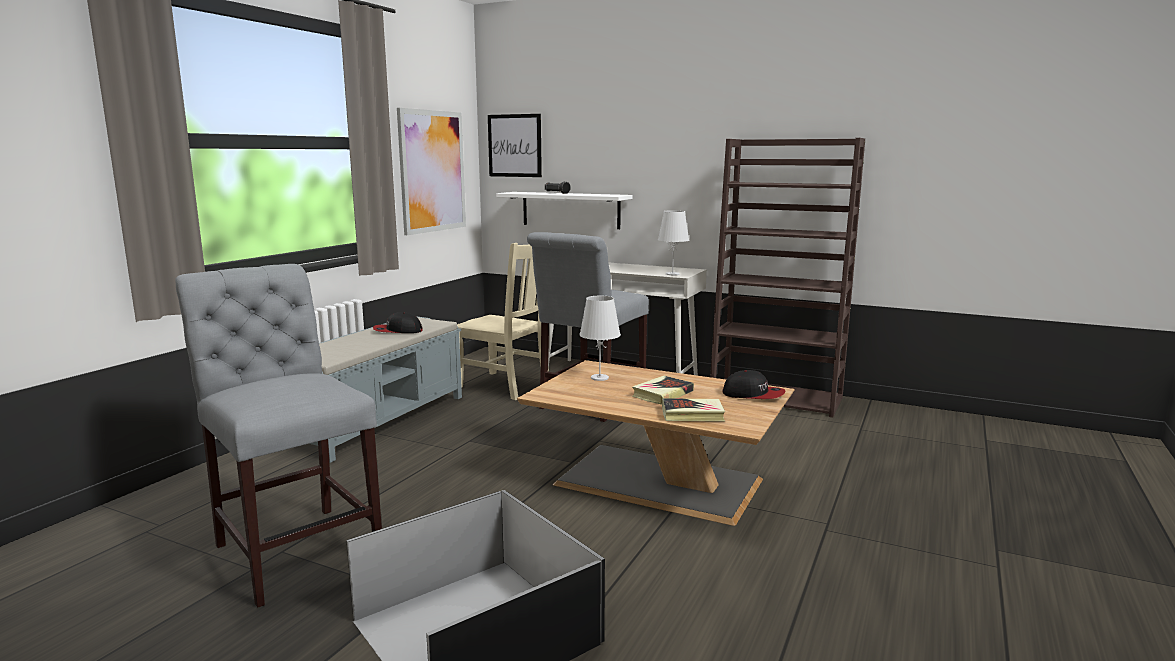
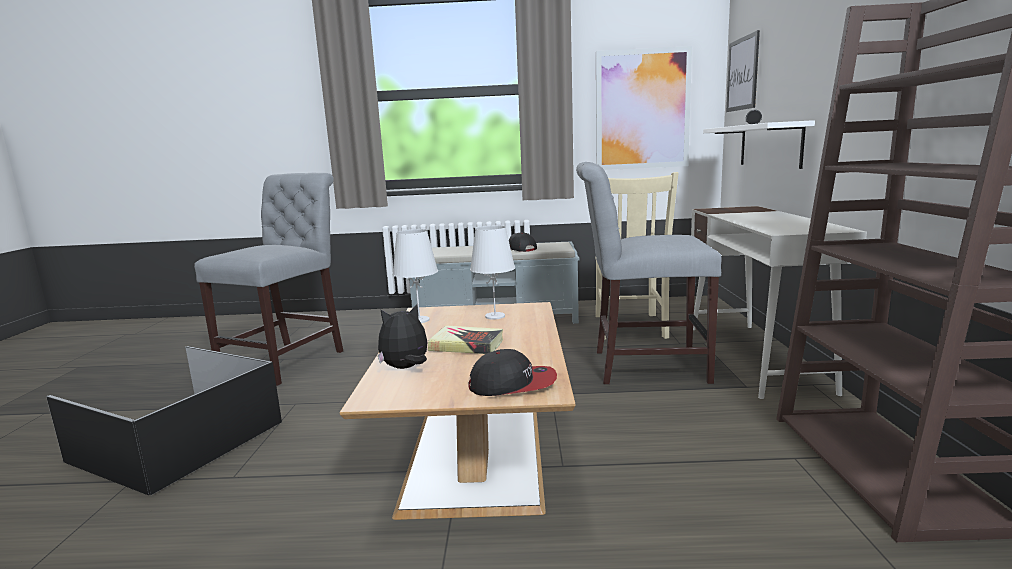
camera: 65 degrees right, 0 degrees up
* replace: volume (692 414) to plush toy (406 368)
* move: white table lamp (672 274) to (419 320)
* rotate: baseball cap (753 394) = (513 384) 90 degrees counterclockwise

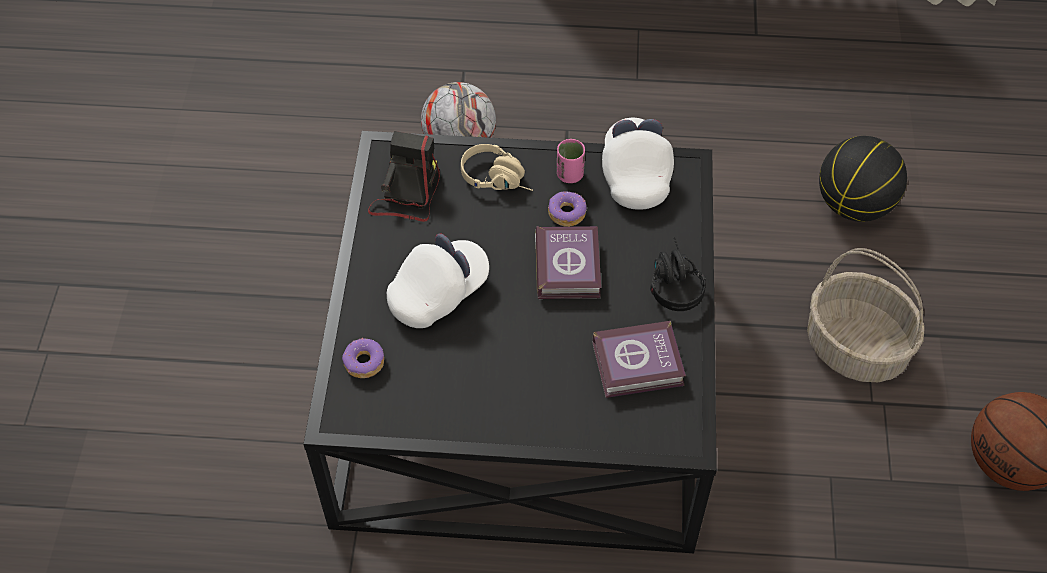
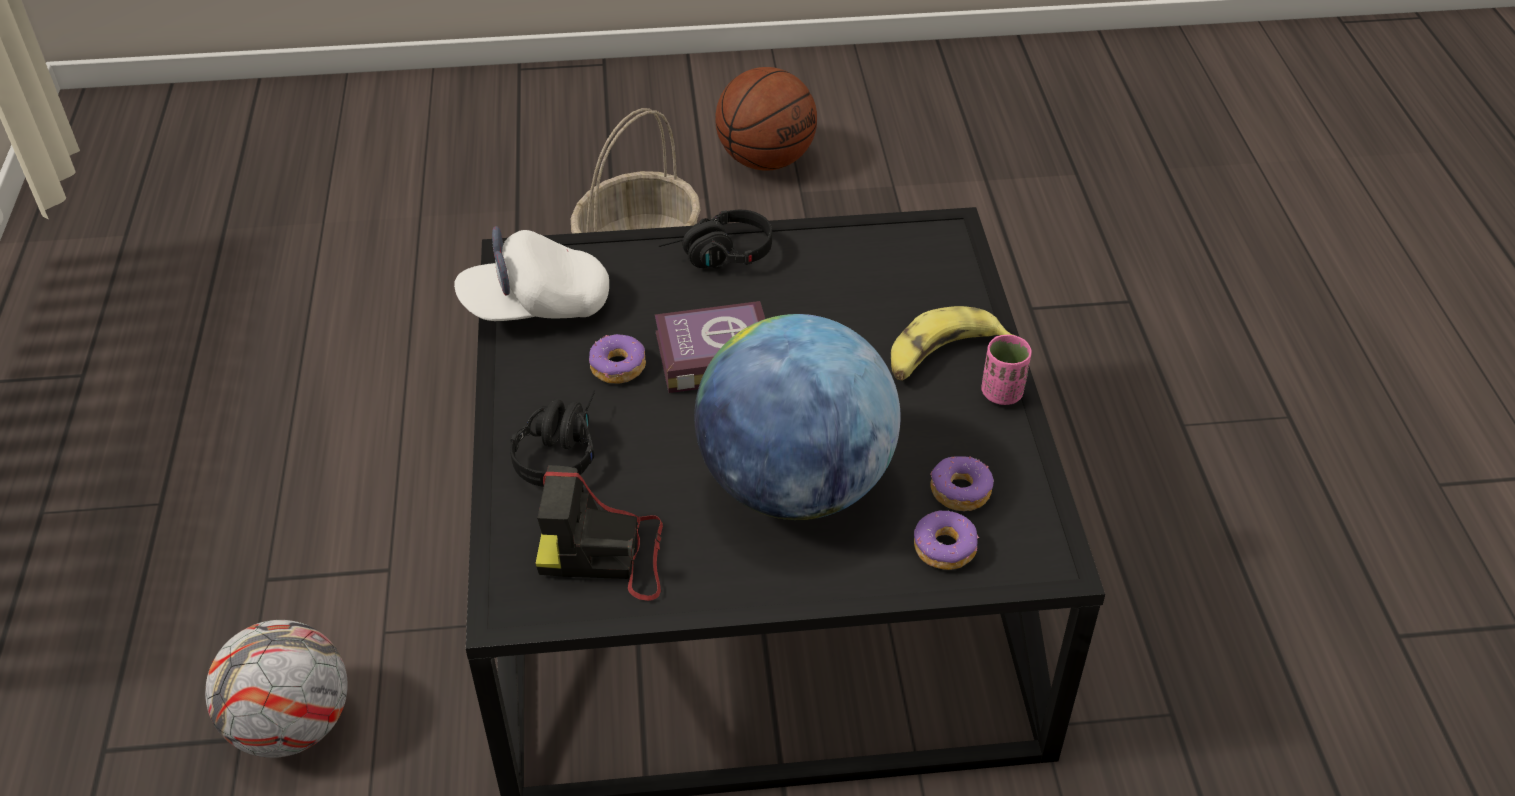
camera: 100 degrees left, 10 degrees down
* recolor: beige headphones (499 179) to black-coloured headphones (560 447)
* replace: white baseball cap (439 293) to world globe (795 485)
* insert: banana (943 356)
* insert: doughnut (959 491)
* move: pinkish drinking cup (570 175) to (1002 393)
* delete: volume (640 365)
* delete: basketball (853 205)

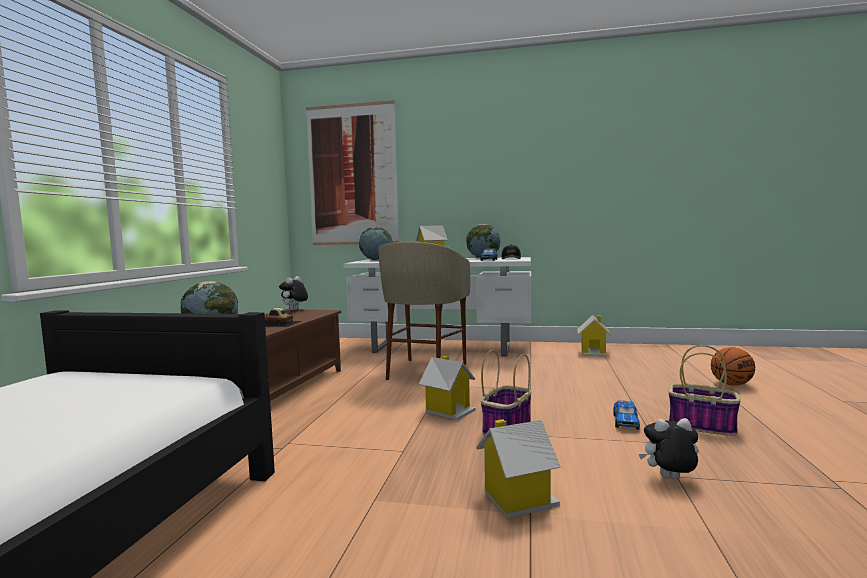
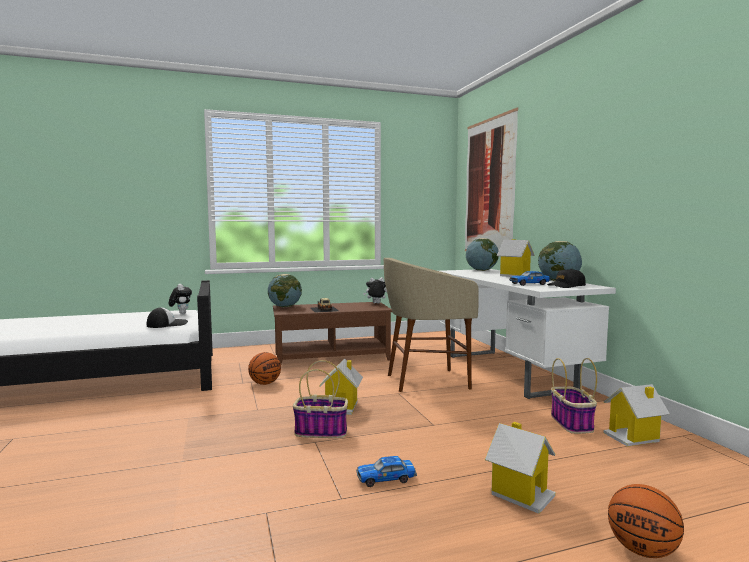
camera: 60 degrees right, 0 degrees up
* insert: baseball cap (167 324)
* move: plush toy (669 479) to (181 313)
* insert: basketball (265 383)
* move: toy house (517 499) to (520 493)
* move: basket (702 426) to (572 423)

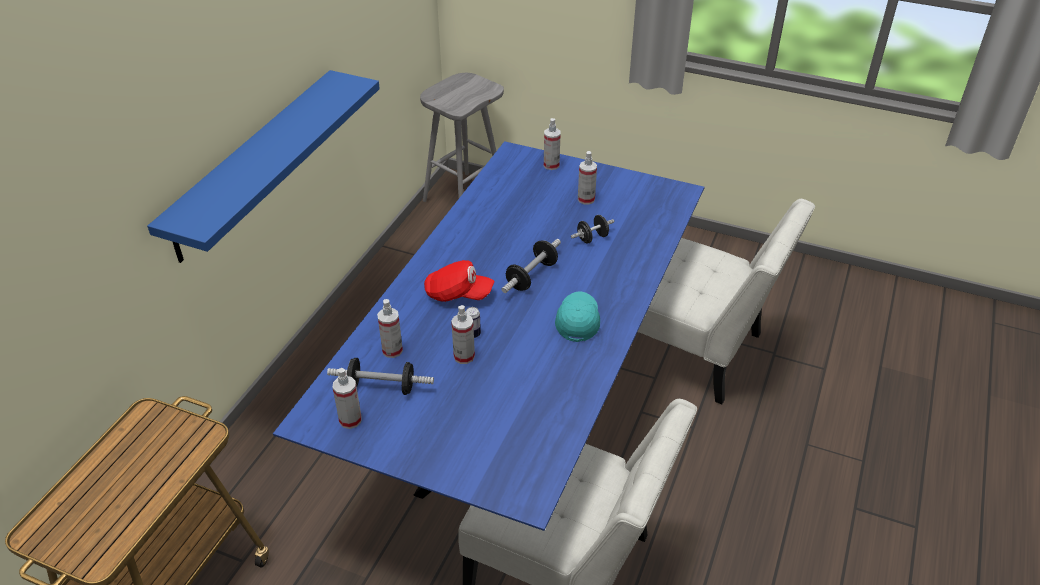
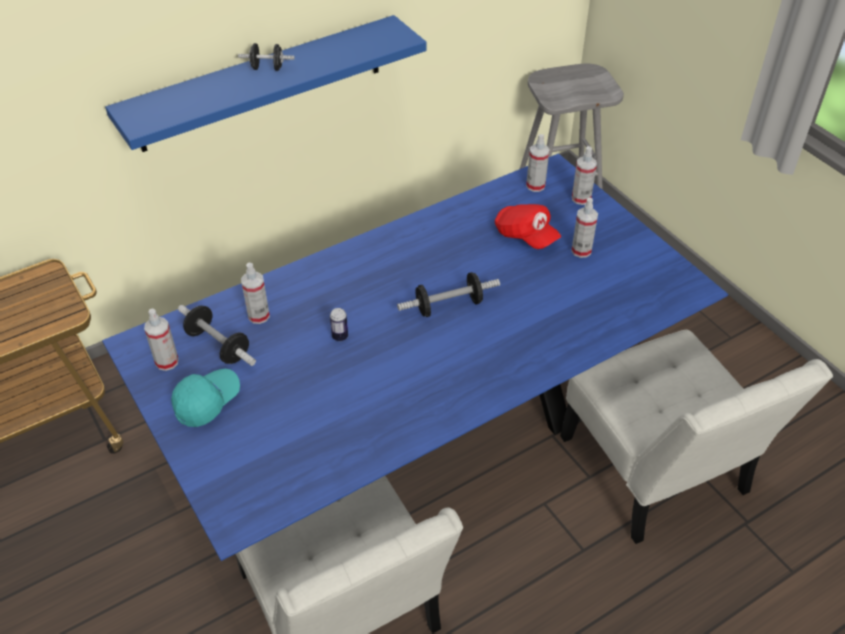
camera: 35 degrees right, 5 degrees up
* move: turquoise-coloured baseball cap (577 321) to (207 402)
* move: black-coloured hand weight (592 238) to (267 68)
* move: red baseball cap (458 294) to (525 236)
* move: spray bottle (464 356) to (535 186)

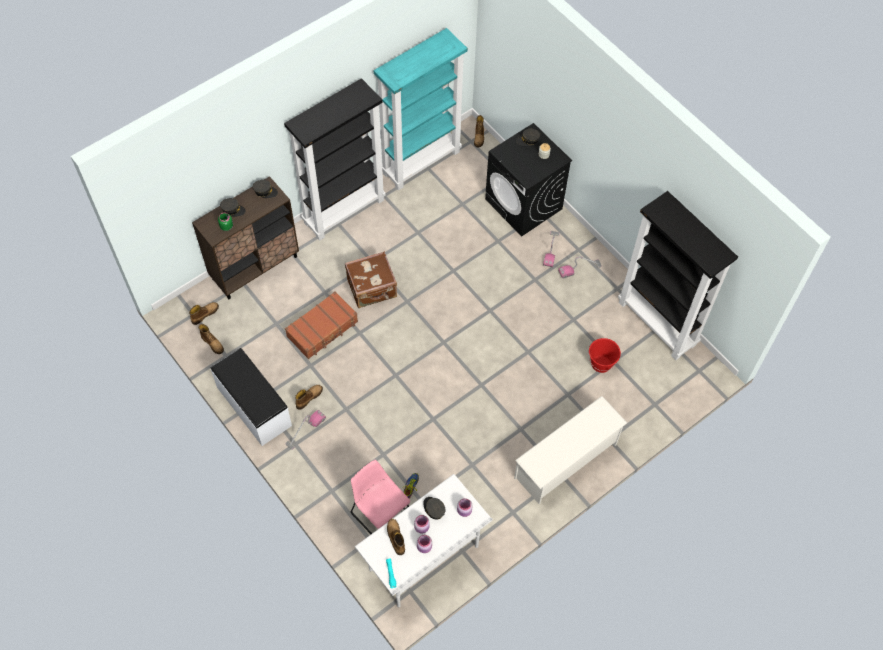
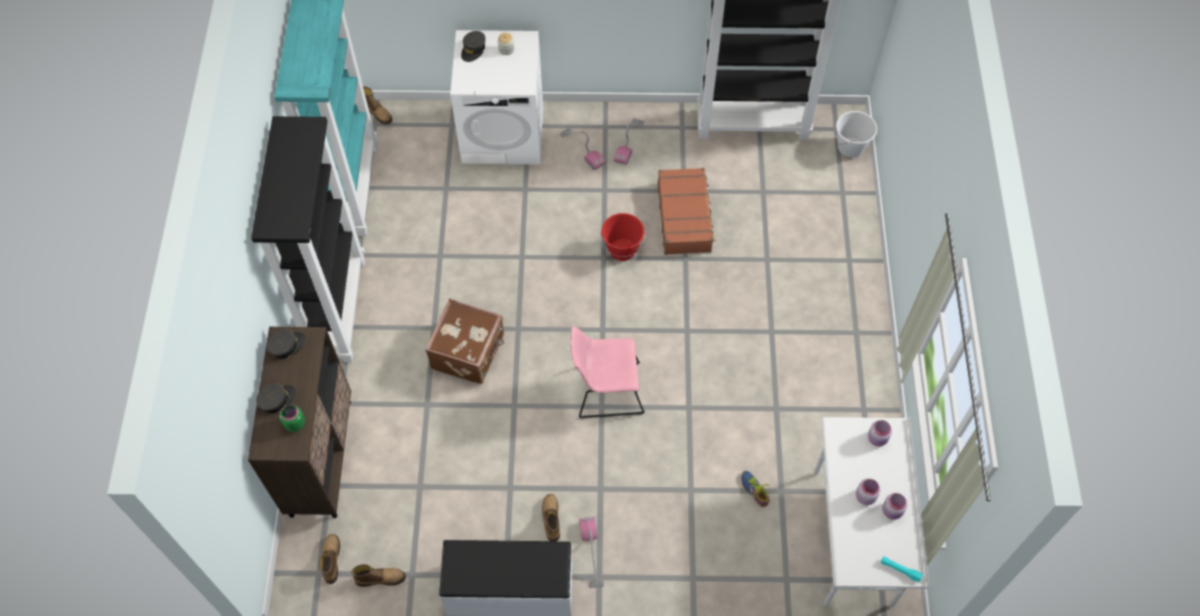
camera: 50 degrees left, 0 degrees up
* recolor: black-coloured washing machine (524 204) to white washing machine (503 134)
* move: pinkish plain chair (380 513) to (605 390)
* move: red pail (601 364) to (622 250)
* move: brown piece of luggage (323 329) to (684 217)
* insert: white pail (850 147)
* delete: boot (395 537)
* delete: gray baseball cap (434 509)
* delete: white shoe rack (566 461)

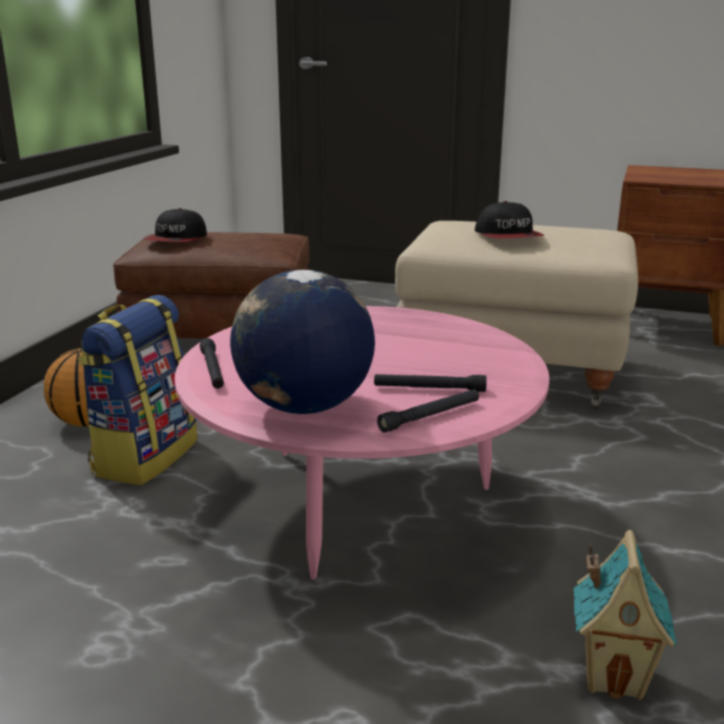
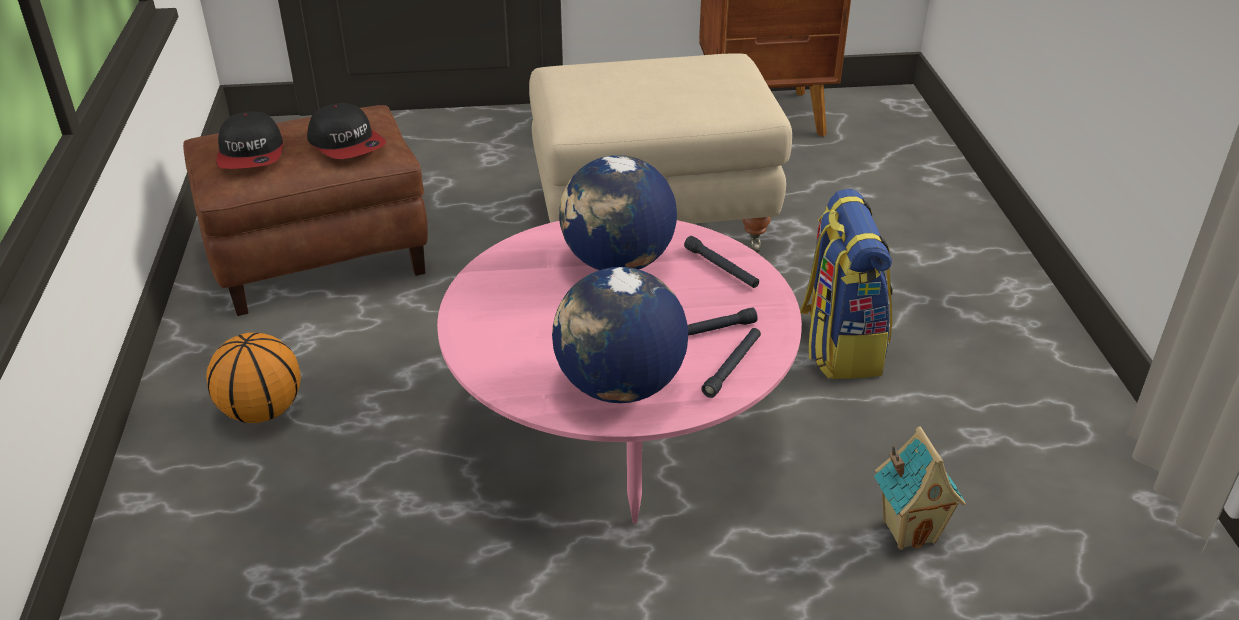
camera: 25 degrees left, 15 degrees up
* move: baseball cap (508 236) to (347 143)
* insert: world globe (617 263)
* move: black-coloured torch (212 370) to (721 268)
* move: rucksack (144 456) to (838 345)

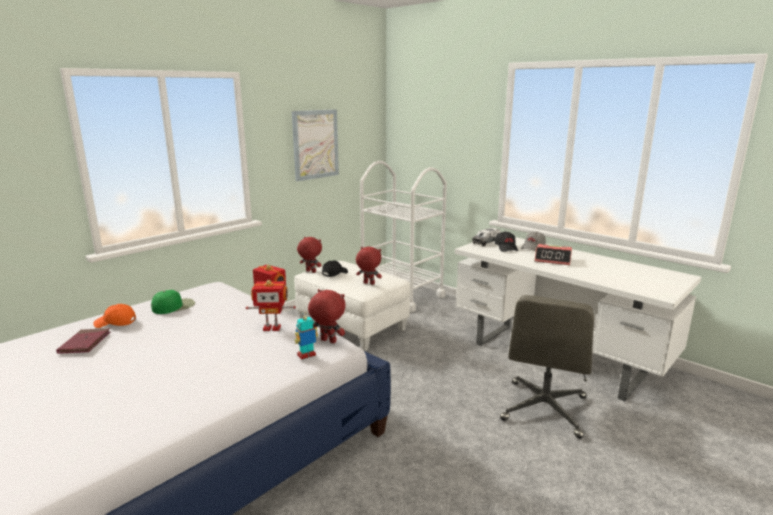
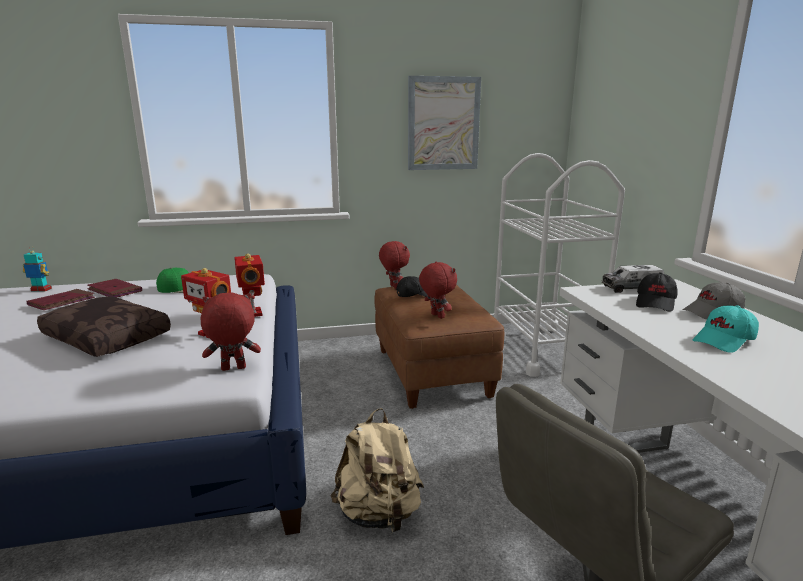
camera: 35 degrees right, 0 degrees up
* move: robot figure (306 355) to (41 290)
* insert: brown cushion (109 337)
* replace: orange-coloured baseball cap (115 323) to red volume (115 291)
* rotate: red plush toy (327 341) = (233 369) 75 degrees counterclockwise
* insert: beige rucksack (378 514)
* recolor: white pouffe (351 327) to brown pouffe (431 372)
* replace: alarm clock (553 259) to turquoise-coloured baseball cap (724 341)

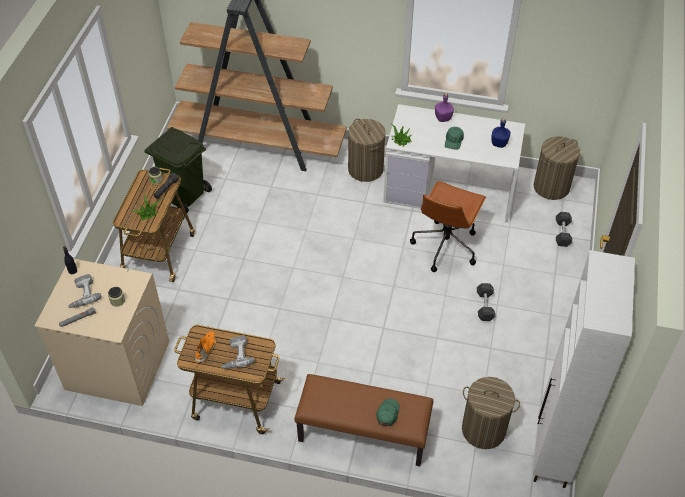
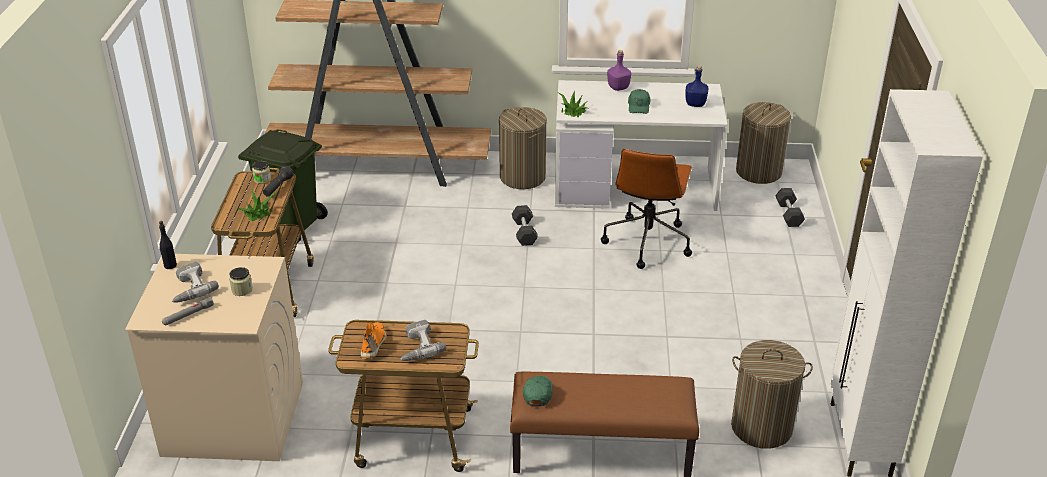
camera: 10 degrees left, 15 degrees down
* move: black-coloured hand weight (485 306) to (524 232)
* move: greenish baseball cap (387 413) to (537 393)

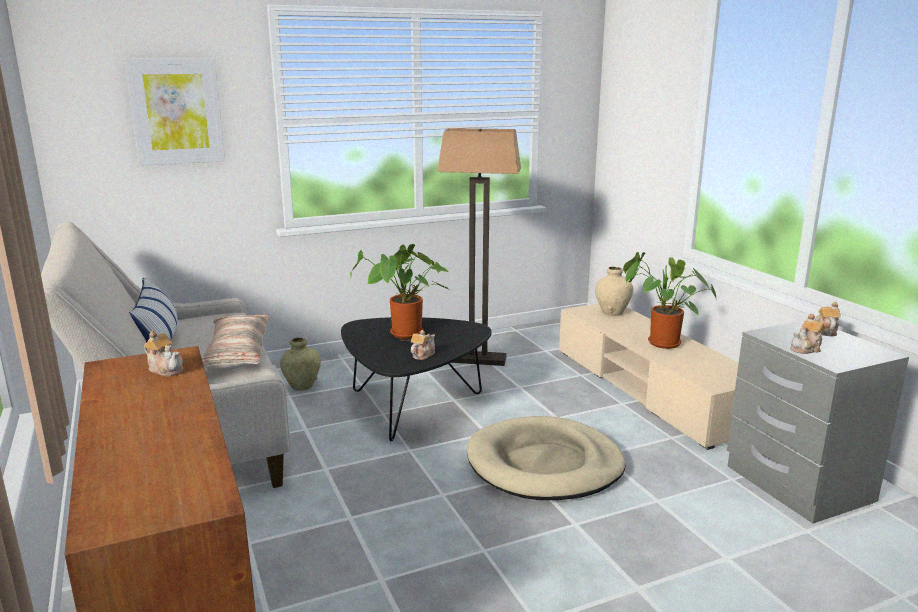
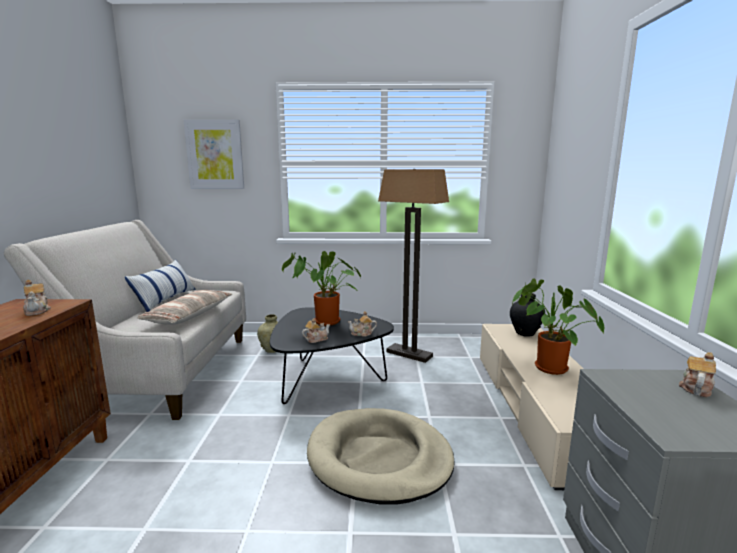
camera: 25 degrees right, 5 degrees down
* move: pot for tea (806 349) to (362 333)
* recolor: beige vase (612 312) to black-coloured vase (525 333)

